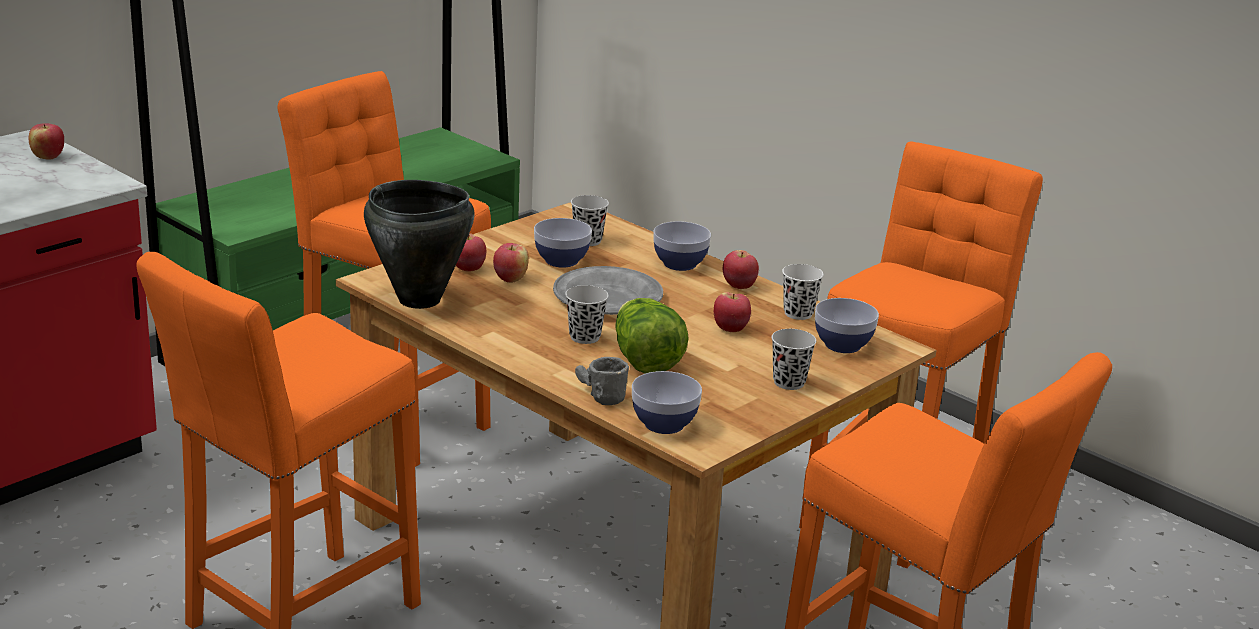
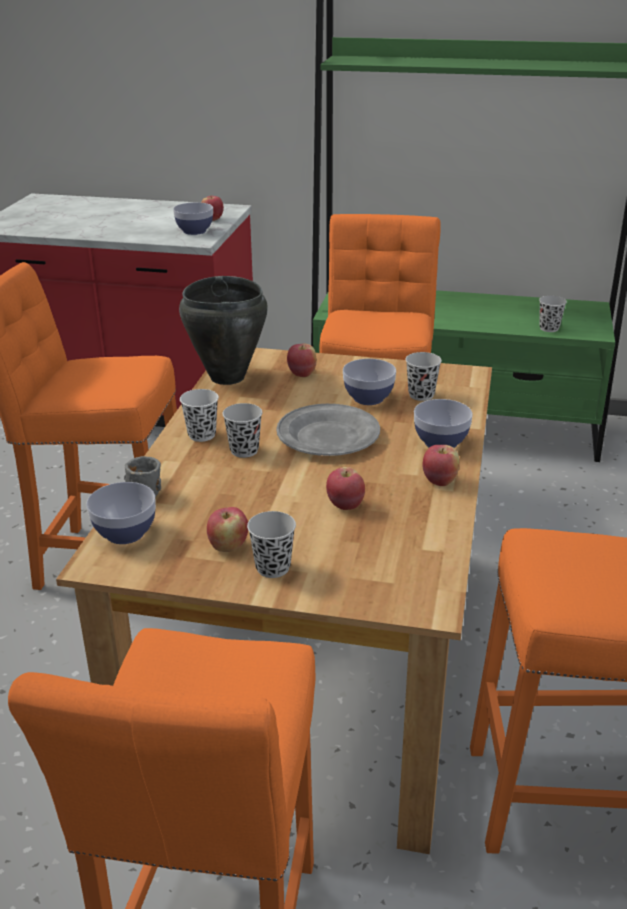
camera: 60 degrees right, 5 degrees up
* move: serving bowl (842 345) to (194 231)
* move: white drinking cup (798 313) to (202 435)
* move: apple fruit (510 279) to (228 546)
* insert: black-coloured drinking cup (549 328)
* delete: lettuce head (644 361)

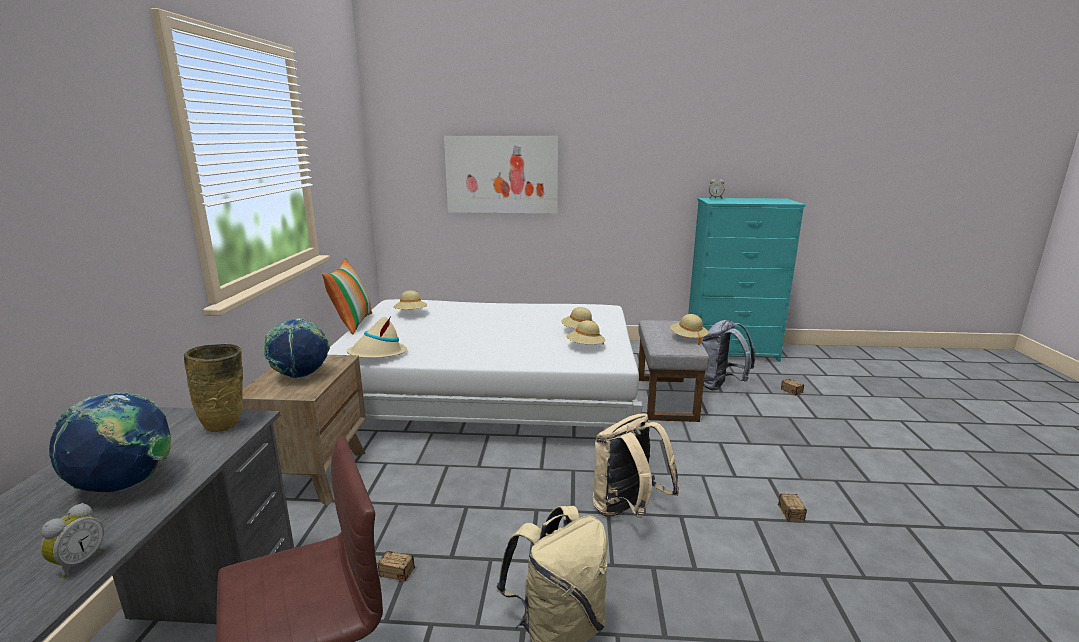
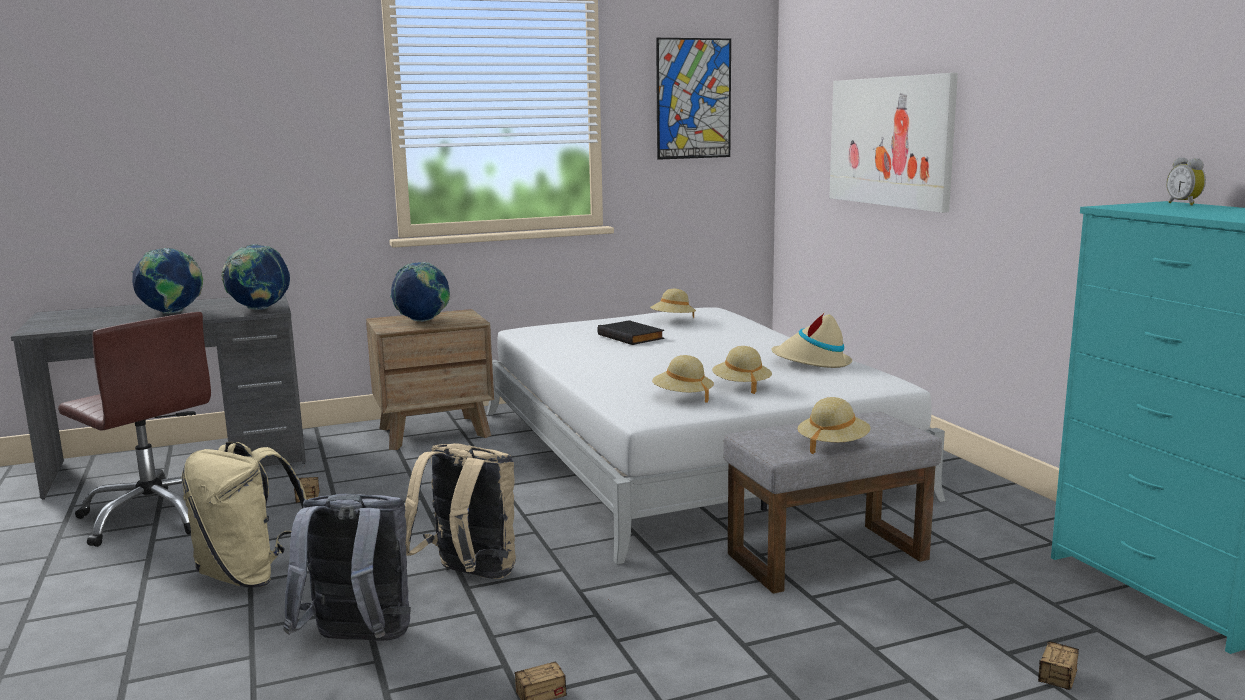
camera: 65 degrees right, 5 degrees down
* replace: beige vase (226 426) to world globe (259 309)
* move: gray rucksack (721 386) to (358 643)
* insert: black-coloured volume (632 336)
* insert: picture (693 99)
* move: beige clothing hat (378 354) to (811 362)
* delete: alarm clock (79 562)
* delete: cushion (352 323)

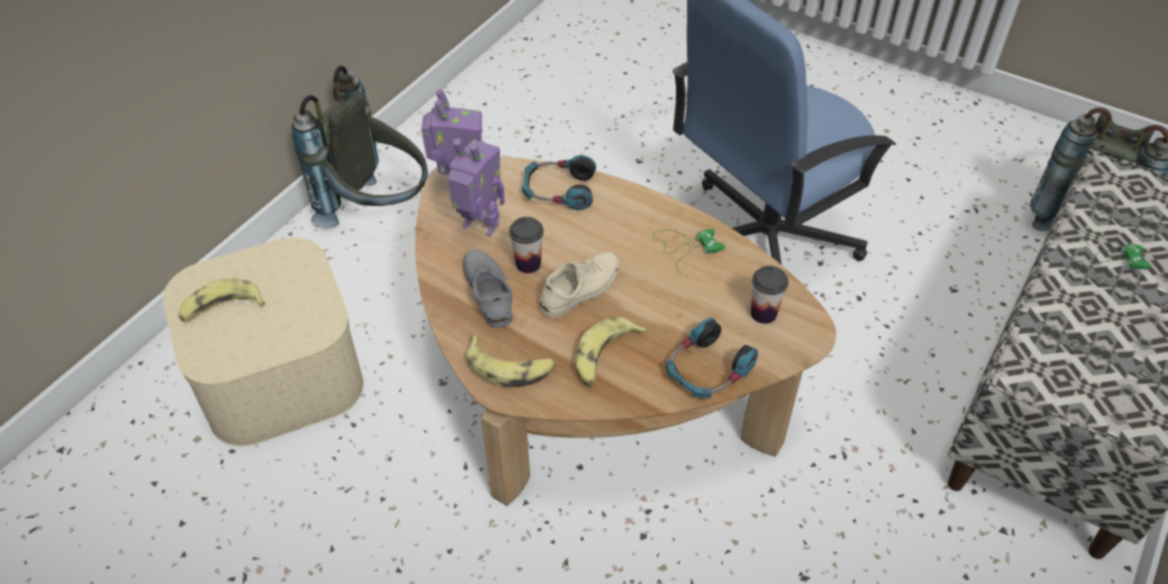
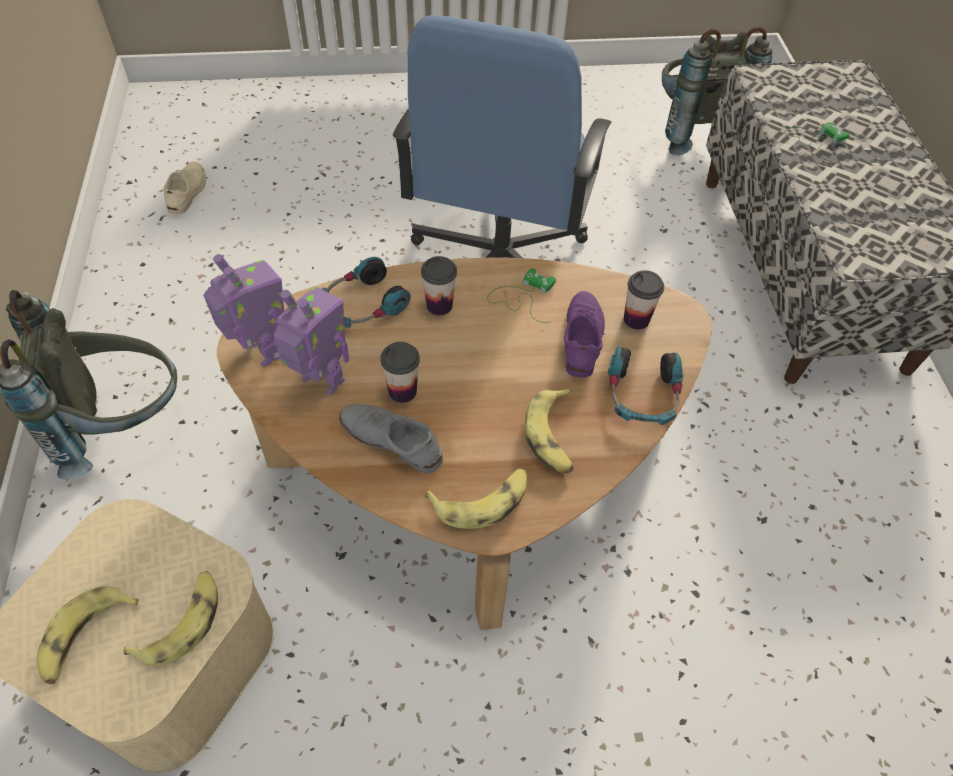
camera: 40 degrees left, 5 degrees up
* insert: banana (183 622)
* move: beige shoe (580 289) to (187 191)
* rotate: robot figure (479 227) = (321 382) 45 degrees clockwise
* insert: drinking cup (439 305)
* insert: purple-coloured shoe (582 338)

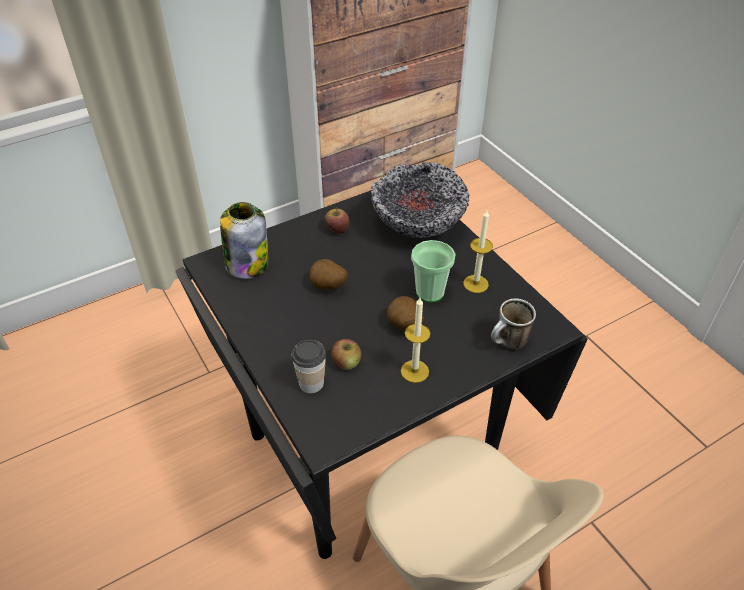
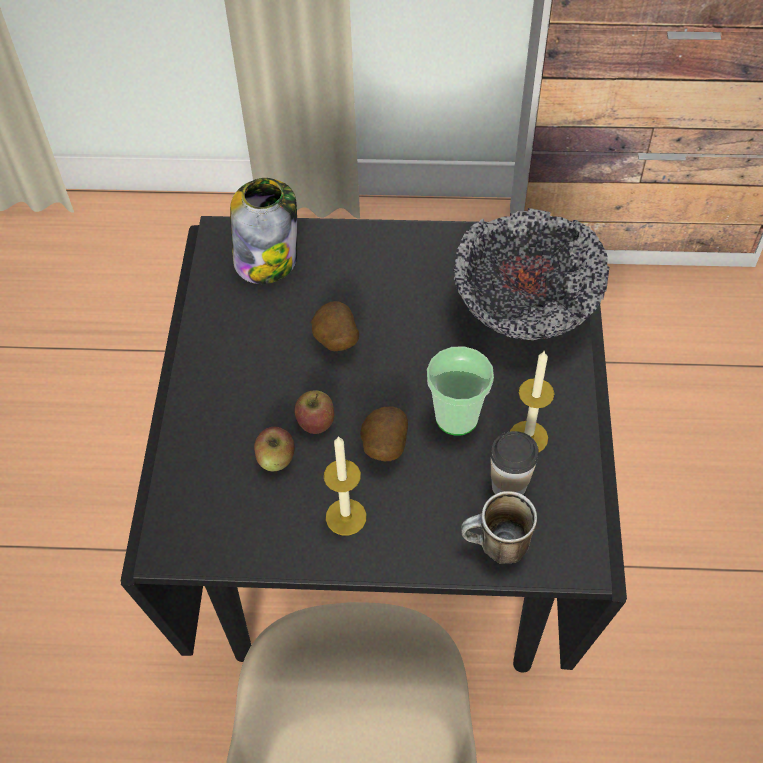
camera: 35 degrees right, 10 degrees up
* move: apple fruit (337 229) to (315 421)
* move: drinking cup (311 383) to (509 485)

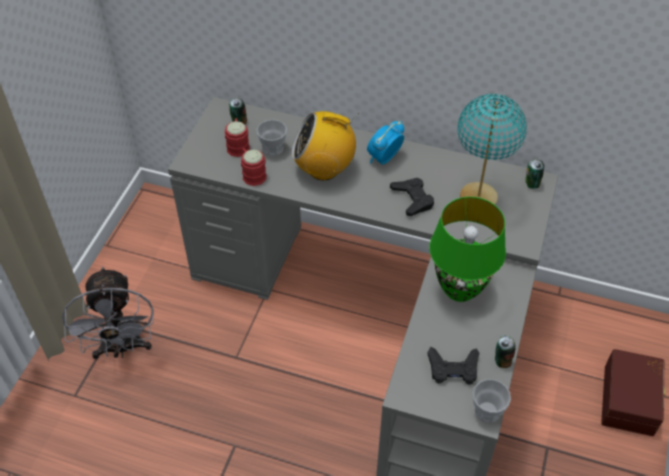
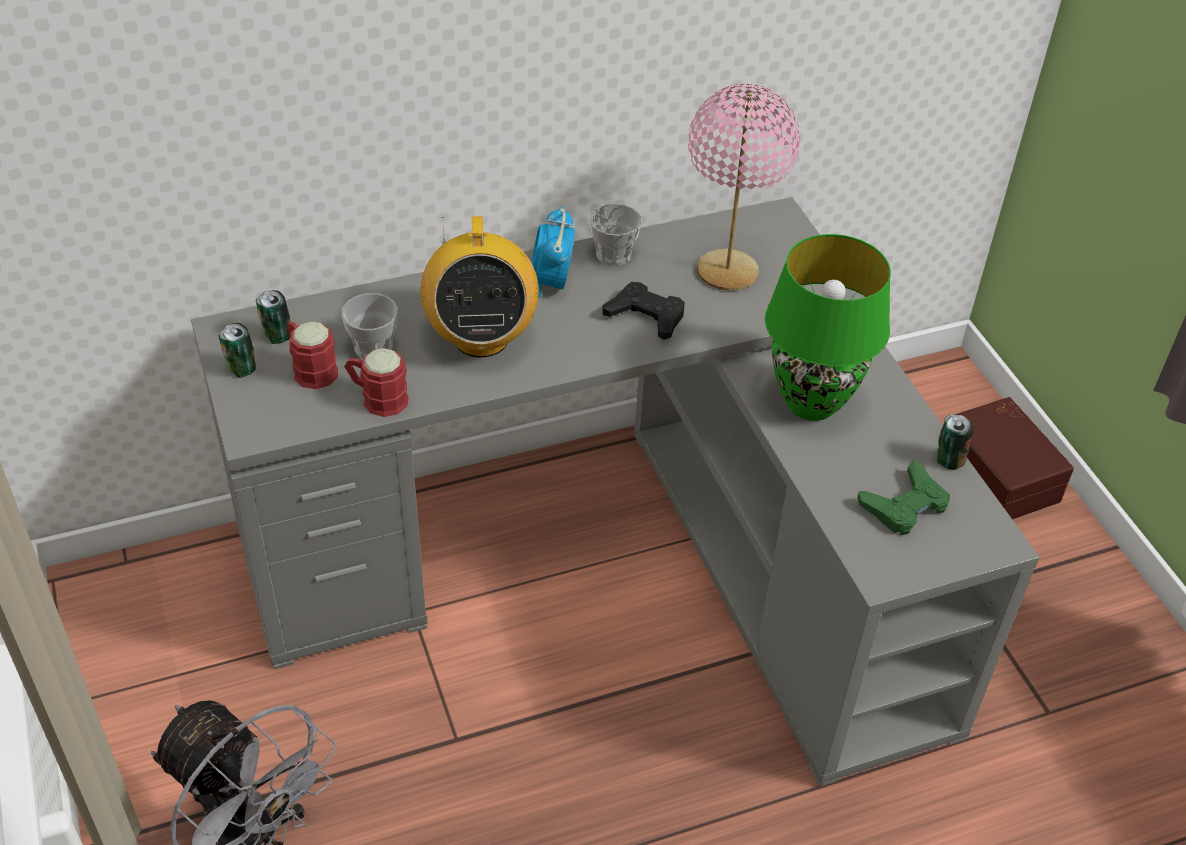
camera: 40 degrees left, 5 degrees down
* move: sealed can (531 184) to (241 370)
* rotate: radio (324 169) = (481 338) 60 degrees counterclockwise
* move: drinking cup (487 411) to (613 255)
* recolor: turquoise-coloured table lamp (479 197) to pinkish table lamp (728 271)
* recolor: black-coloured gamepad (453 369) to greenish gamepad (904 505)

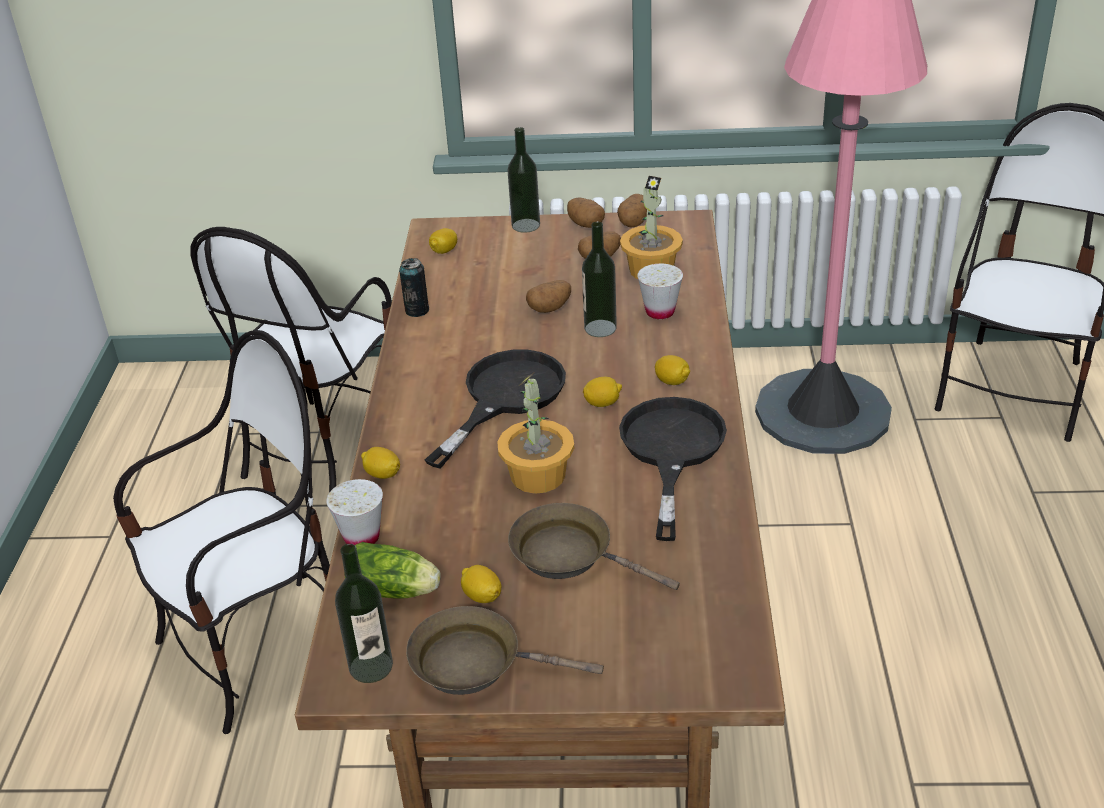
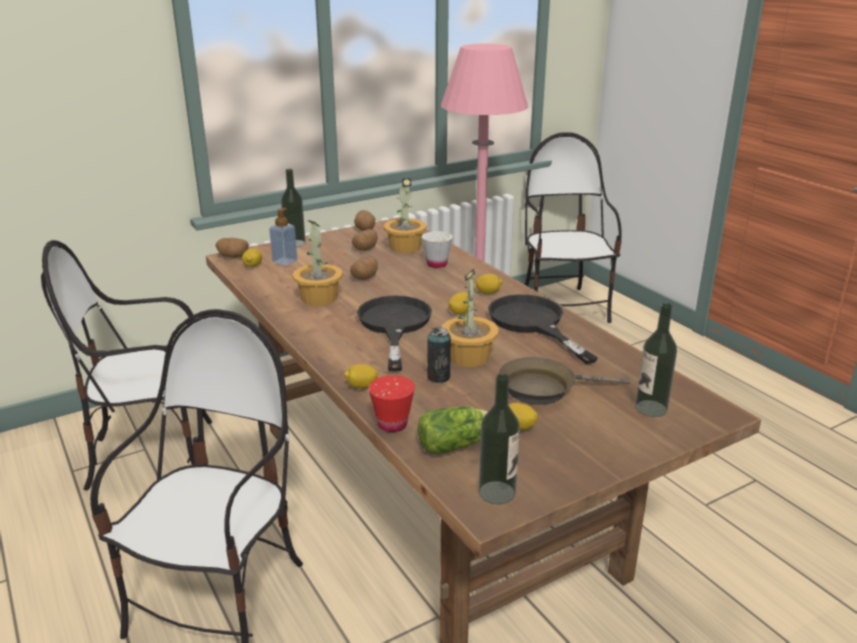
camera: 35 degrees left, 10 degrees down
* rotate: plain chair (322 444) = (154 456) 90 degrees clockwise
* move: whole potato (585 224) to (233 257)
* insert: soap bottle (285 261)
* insert: plant in a pot (318 298)
* recolor: white drinking cup (362 537) to red drinking cup (392 424)
* move: sealed can (417 310) to (438 377)
* move: bottle (600 328) to (651 408)
* delete: brown pan (475 663)

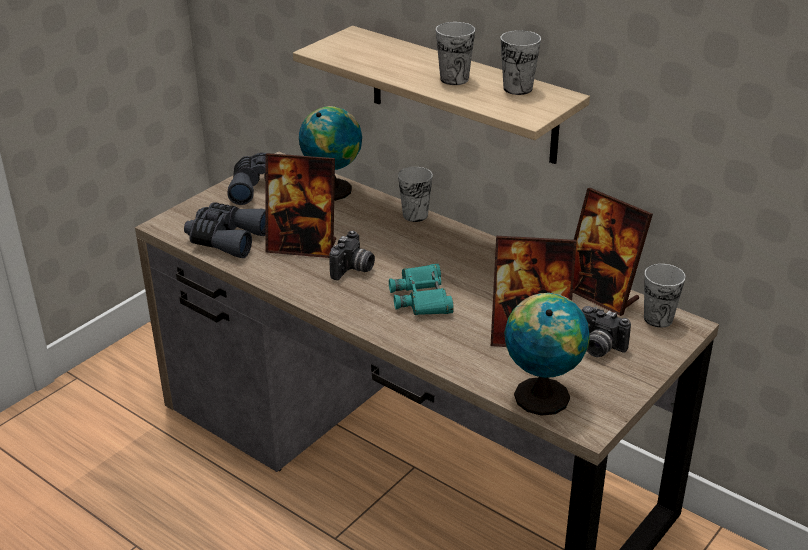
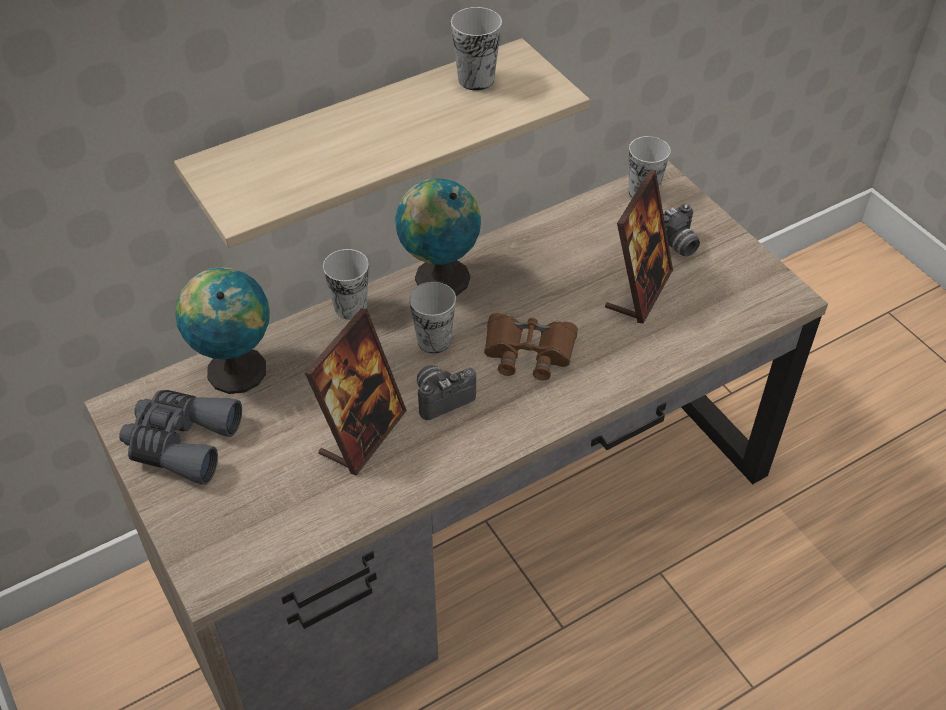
camera: 70 degrees left, 15 degrees up
* move: world globe (541 394) to (438 277)
* move: drinking cup (454 79) to (434 341)
* rotate: still camera (353 270) = (441 397) 75 degrees counterclockwise
* recolor: turquoise-coloured binoculars (422 297) to brown binoculars (528 351)
* delete: gray binoculars (226 239)
* delete: photo frame (600 294)

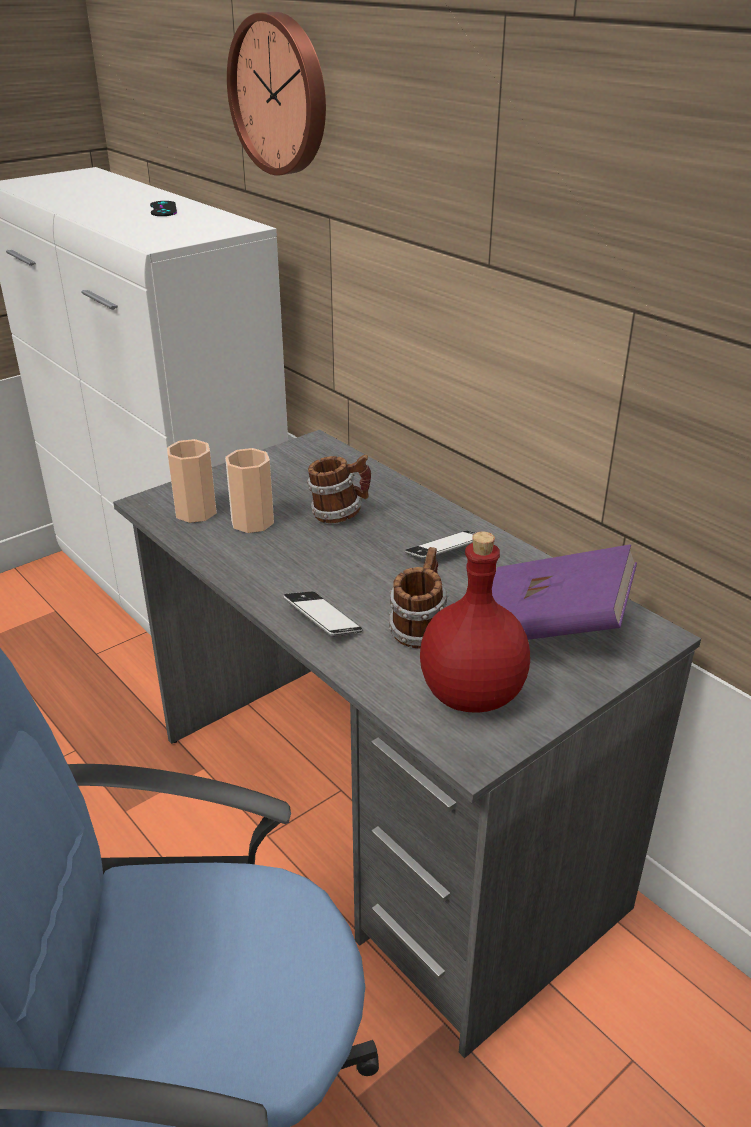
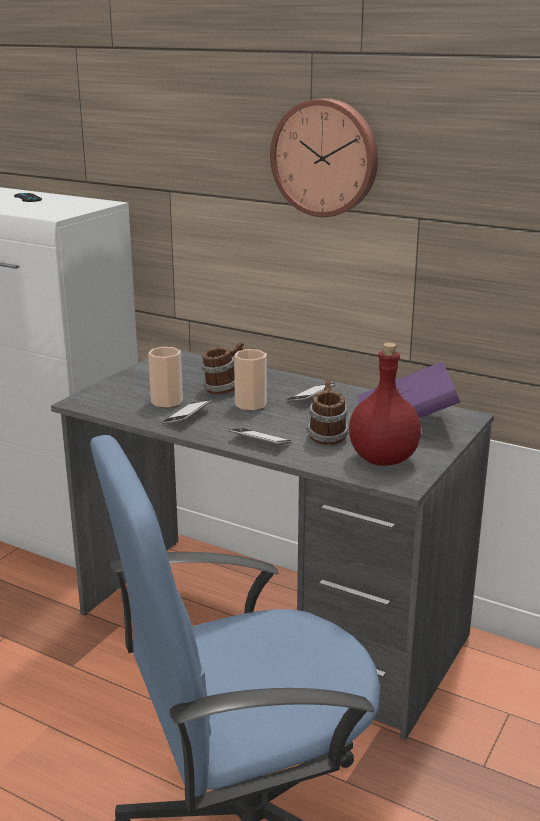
camera: 20 degrees left, 10 degrees down
* insert: telephone (187 416)
* move: drinking cup (195 512) to (250 404)
* move: clock on the wall (282 95) to (326 157)

